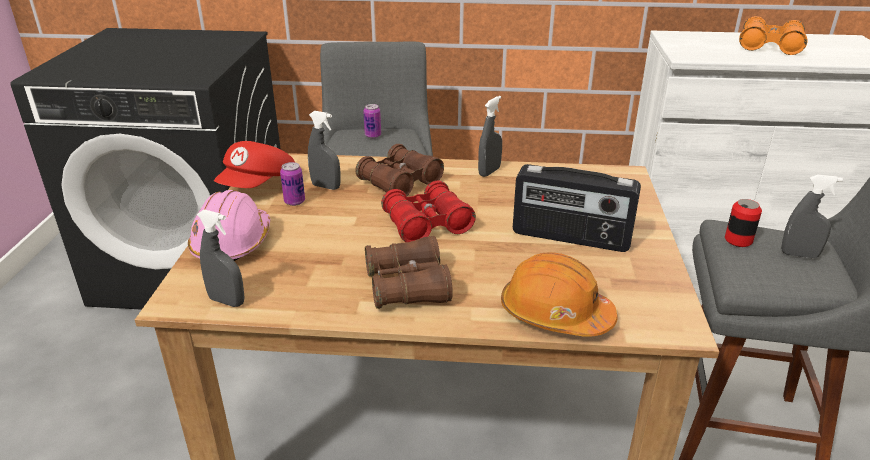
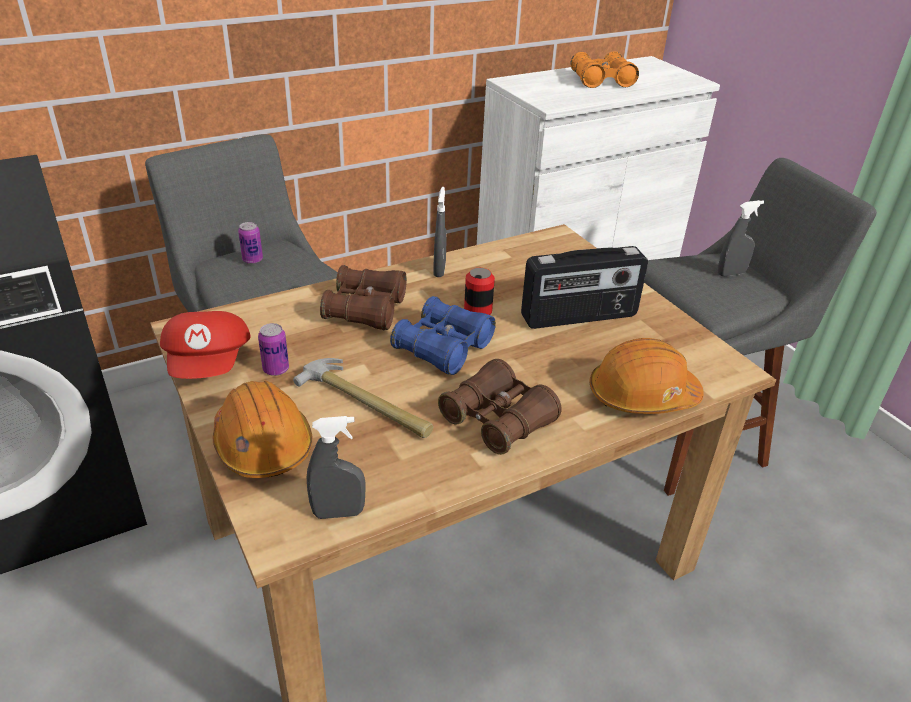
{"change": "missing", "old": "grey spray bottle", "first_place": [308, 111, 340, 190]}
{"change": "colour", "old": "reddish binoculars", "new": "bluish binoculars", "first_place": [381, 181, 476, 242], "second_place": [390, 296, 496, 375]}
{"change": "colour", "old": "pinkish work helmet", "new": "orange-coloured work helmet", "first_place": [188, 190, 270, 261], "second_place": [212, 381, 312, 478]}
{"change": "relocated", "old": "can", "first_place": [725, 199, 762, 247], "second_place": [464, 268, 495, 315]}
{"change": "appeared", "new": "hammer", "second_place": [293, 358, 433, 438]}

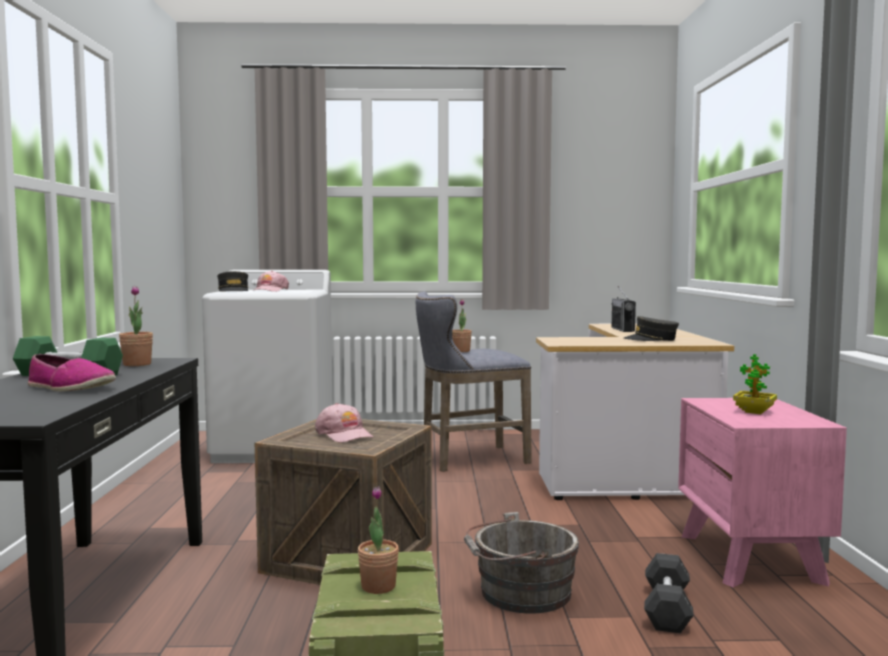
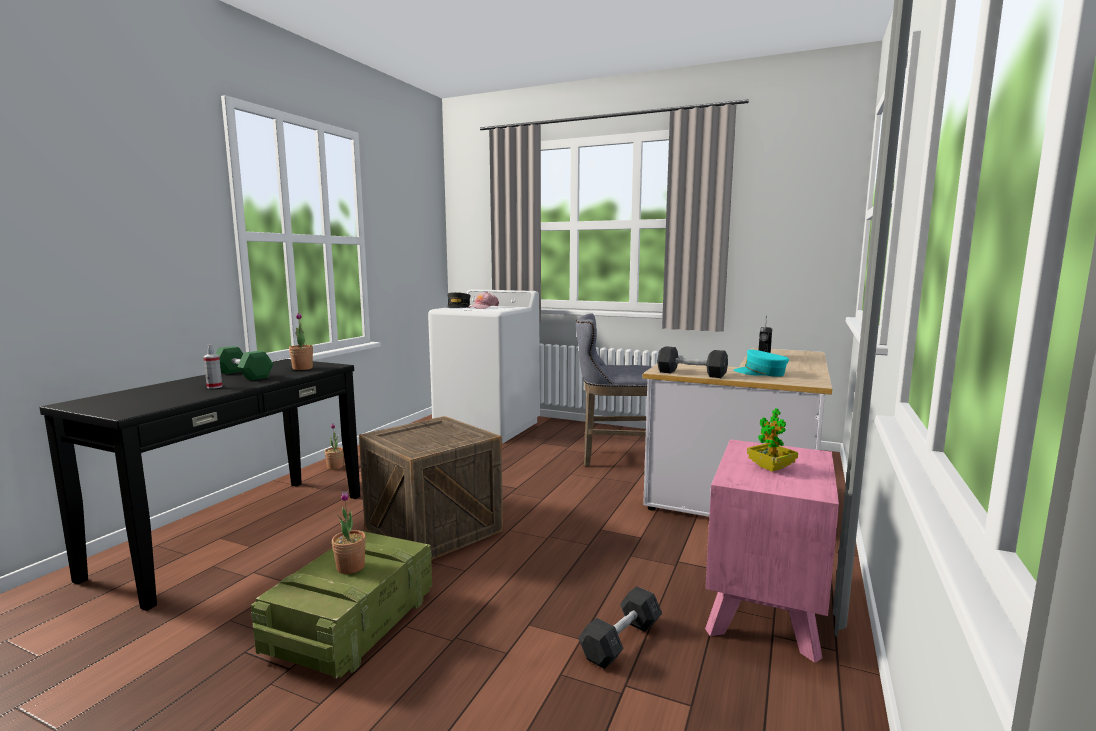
{"change": "relocated", "old": "potted plant", "first_place": [452, 299, 472, 352], "second_place": [324, 423, 344, 470]}
{"change": "colour", "old": "grey baseball cap", "new": "turquoise-coloured baseball cap", "first_place": [624, 316, 679, 341], "second_place": [734, 349, 789, 377]}
{"change": "exchanged", "old": "item of footwear", "new": "spray bottle", "first_place": [28, 354, 116, 391], "second_place": [203, 344, 222, 389]}
{"change": "missing", "old": "pinkish baseball cap", "first_place": [315, 403, 373, 443]}
{"change": "missing", "old": "grey pail", "first_place": [464, 512, 579, 614]}
{"change": "appeared", "new": "grey hand weight", "second_place": [657, 346, 728, 378]}

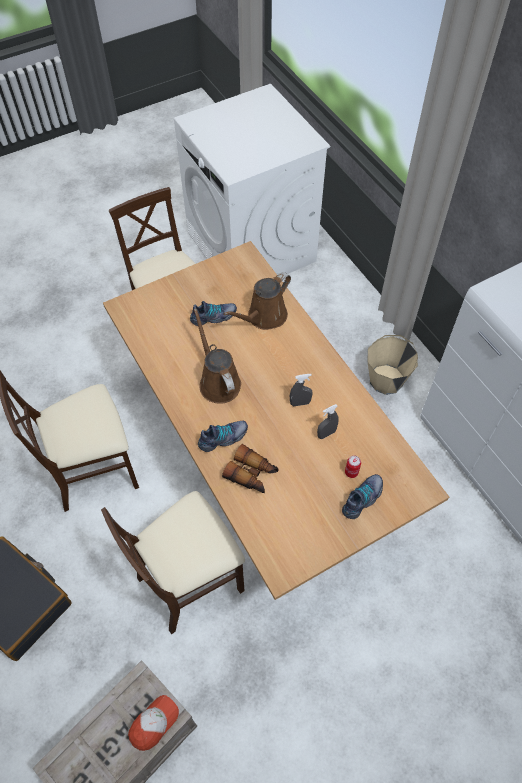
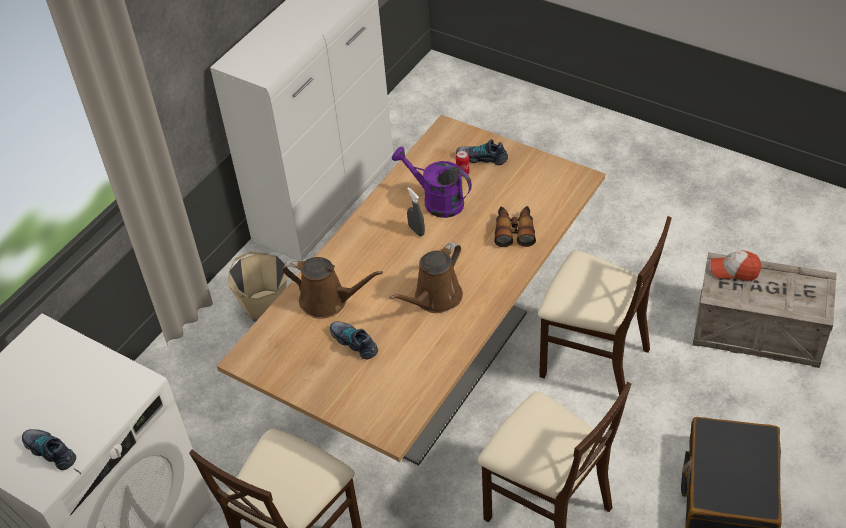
{"change": "exchanged", "old": "grey spray bottle", "new": "purple-coloured sprinkling can", "first_place": [317, 404, 339, 439], "second_place": [392, 146, 472, 218]}
{"change": "relocated", "old": "item of footwear", "first_place": [198, 421, 248, 452], "second_place": [22, 429, 76, 470]}

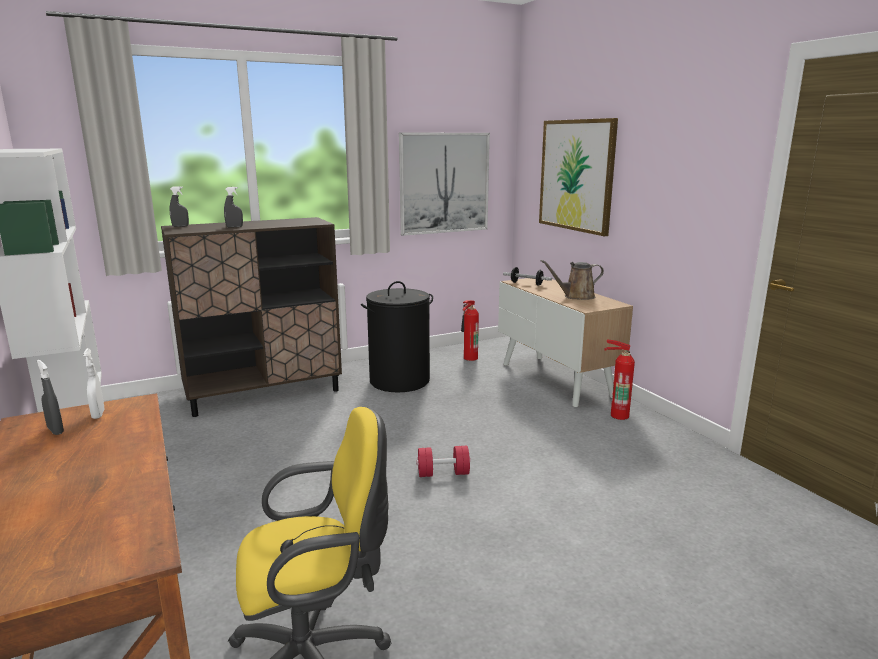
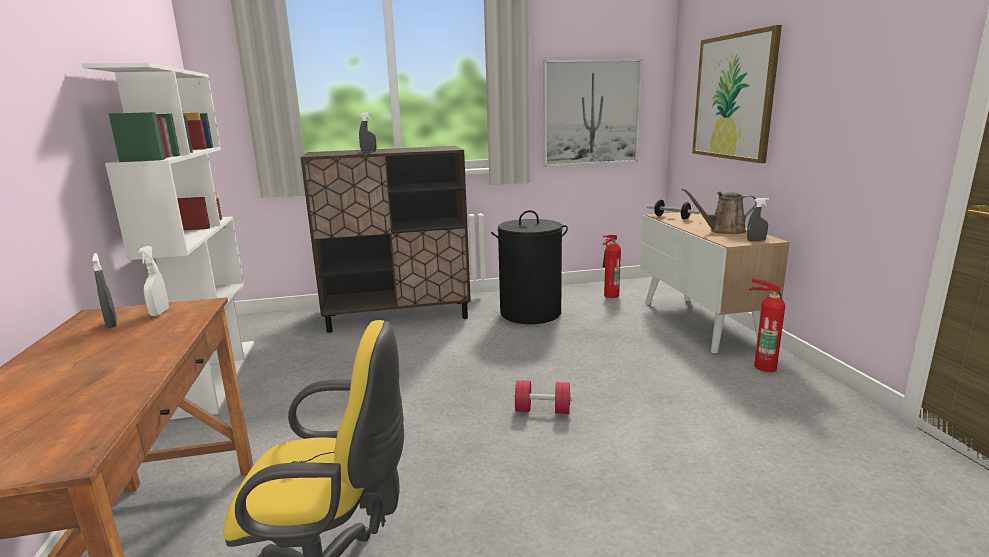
{"change": "relocated", "old": "grey spray bottle", "first_place": [169, 186, 189, 227], "second_place": [747, 198, 769, 241]}

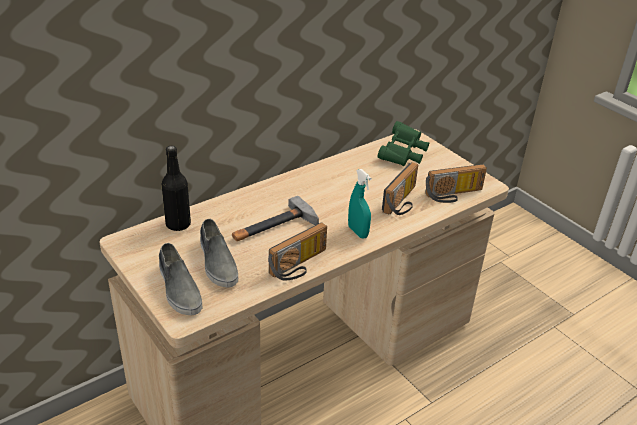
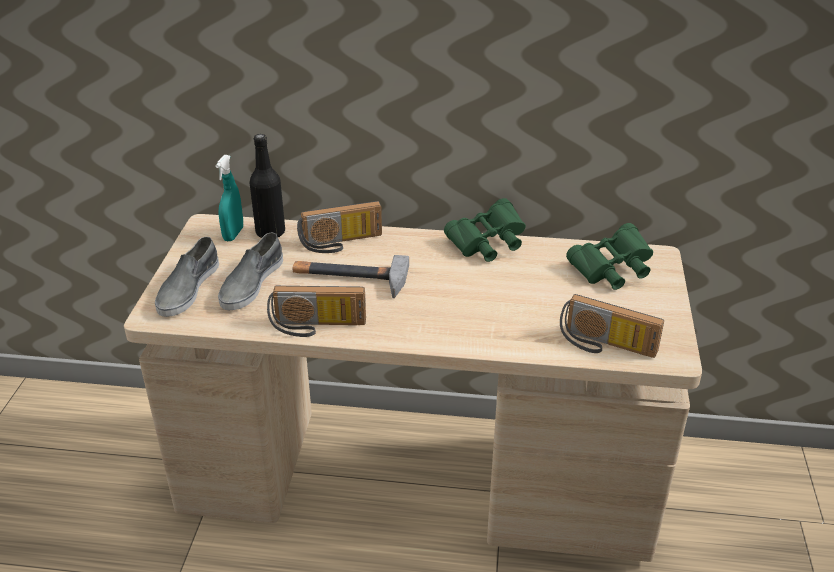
{"change": "relocated", "old": "radio set", "first_place": [382, 162, 418, 215], "second_place": [297, 201, 382, 253]}
{"change": "relocated", "old": "turquoise-coloured spray bottle", "first_place": [348, 169, 372, 239], "second_place": [215, 155, 243, 241]}
{"change": "appeared", "new": "green binoculars", "second_place": [444, 198, 526, 262]}

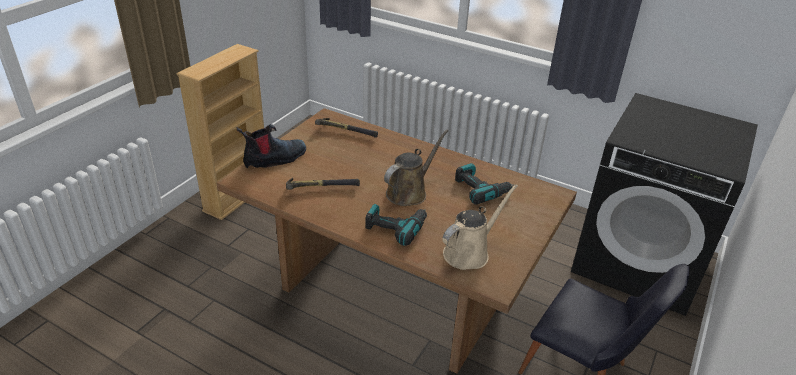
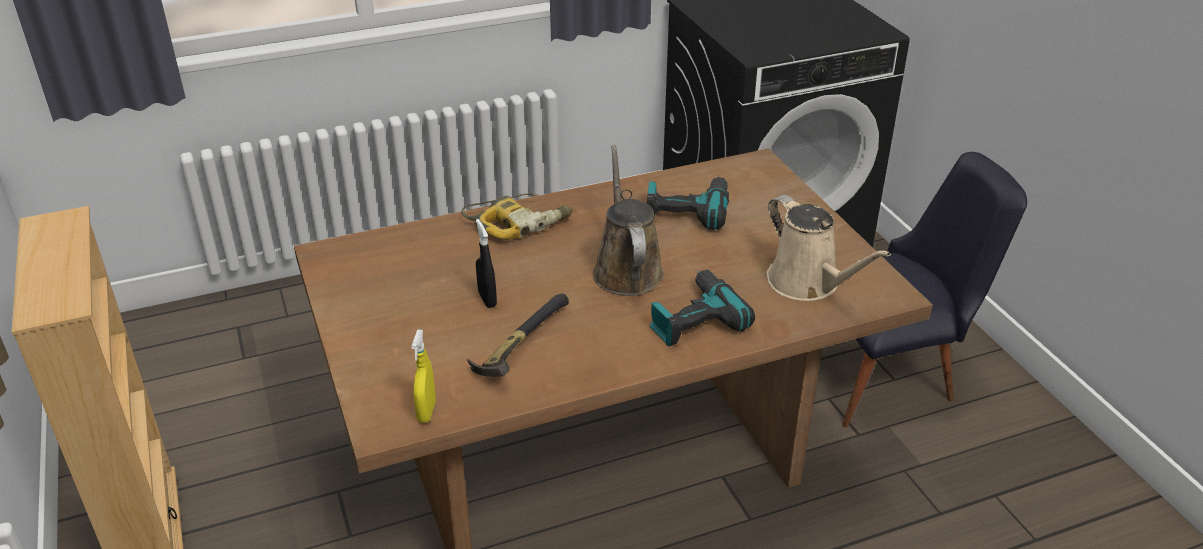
{"change": "missing", "old": "hammer", "first_place": [315, 118, 378, 138]}
{"change": "missing", "old": "high-top boot", "first_place": [237, 124, 306, 168]}
{"change": "spun", "old": "beige-coloured sprinkling can", "first_place": [442, 184, 518, 270], "second_place": [767, 195, 891, 301], "degrees": 150}
{"change": "appeared", "new": "drill", "second_place": [461, 193, 573, 240]}
{"change": "appeared", "new": "black-coloured spray bottle", "second_place": [476, 219, 497, 308]}
{"change": "appeared", "new": "yellow spray bottle", "second_place": [411, 330, 436, 423]}

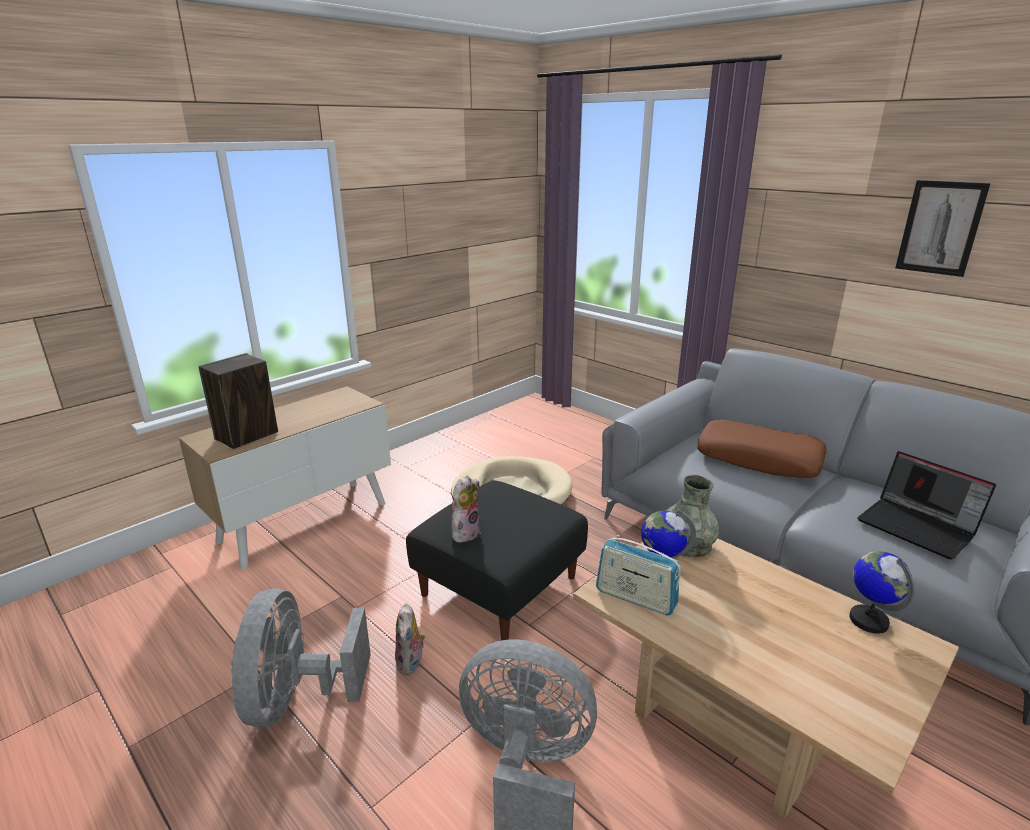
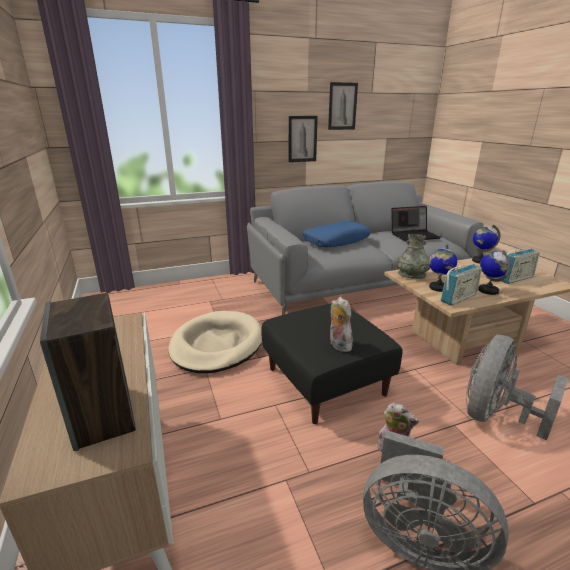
{"change": "colour", "old": "brown throw pillow", "new": "bluish throw pillow", "first_place": [697, 419, 826, 478], "second_place": [303, 221, 370, 248]}
{"change": "appeared", "new": "wall art", "second_place": [289, 116, 318, 162]}
{"change": "appeared", "new": "radio set", "second_place": [499, 248, 540, 284]}
{"change": "appeared", "new": "world globe", "second_place": [478, 250, 511, 295]}

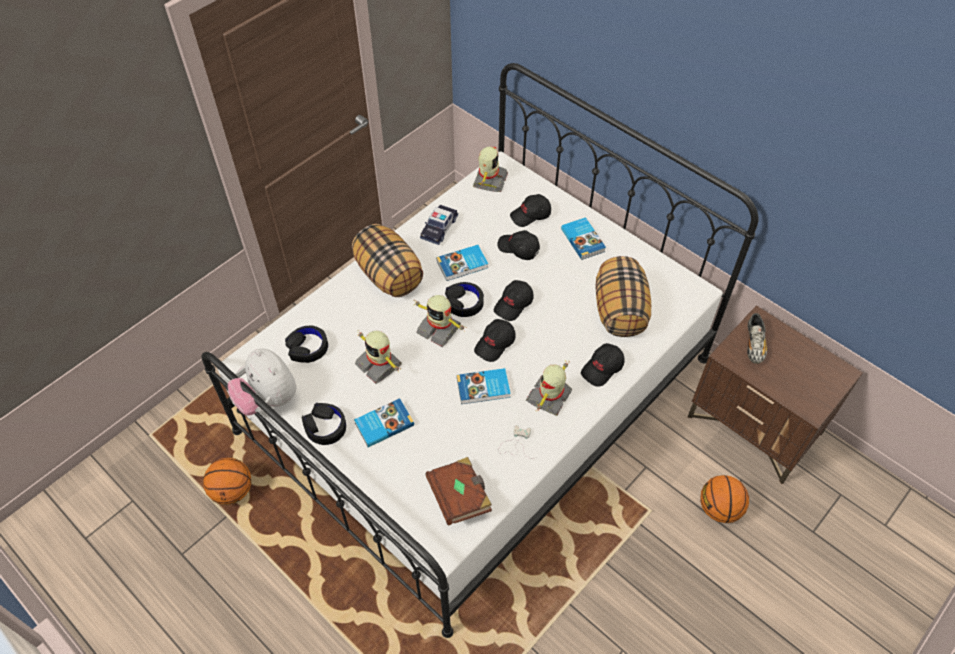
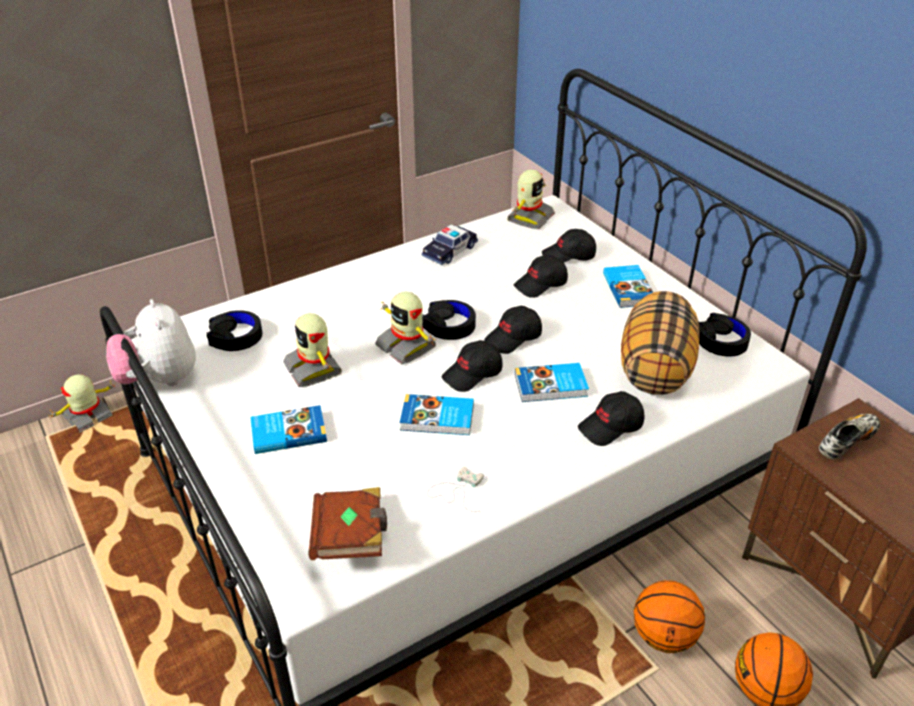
{"change": "missing", "old": "throw pillow", "first_place": [352, 224, 423, 297]}
{"change": "spun", "old": "black-coloured baseball cap", "first_place": [498, 230, 540, 260], "second_place": [514, 255, 568, 298], "degrees": -75}
{"change": "relocated", "old": "volume", "first_place": [437, 245, 488, 281], "second_place": [515, 363, 589, 402]}
{"change": "spun", "old": "item of footwear", "first_place": [747, 313, 767, 364], "second_place": [819, 414, 880, 460], "degrees": -150}
{"change": "relocated", "old": "model robot", "first_place": [526, 361, 572, 416], "second_place": [47, 374, 115, 433]}
{"change": "relocated", "old": "black-coloured pair of headphones", "first_place": [301, 403, 346, 445], "second_place": [698, 313, 751, 356]}
{"change": "relocated", "old": "basketball", "first_place": [203, 458, 251, 505], "second_place": [634, 580, 705, 653]}

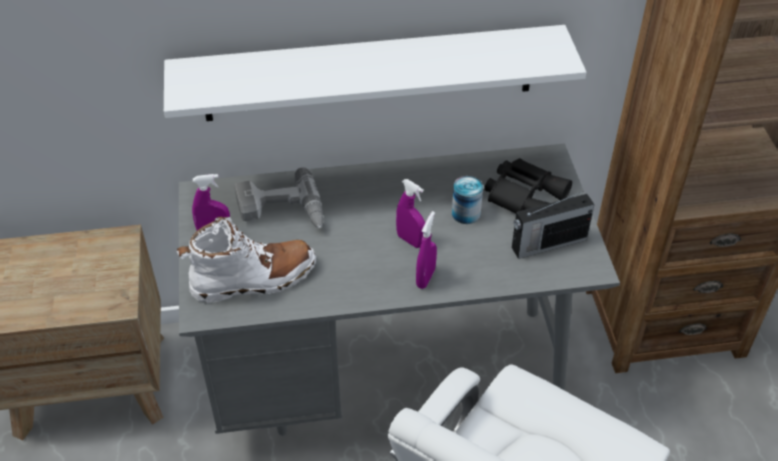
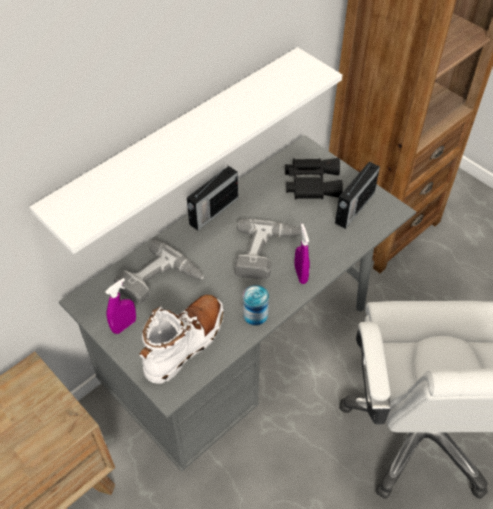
{"change": "relocated", "old": "can", "first_place": [452, 176, 483, 224], "second_place": [243, 285, 269, 326]}
{"change": "exchanged", "old": "purple-coloured spray bottle", "new": "drill", "first_place": [396, 179, 425, 248], "second_place": [234, 219, 302, 279]}
{"change": "appeared", "new": "radio set", "second_place": [187, 165, 238, 231]}

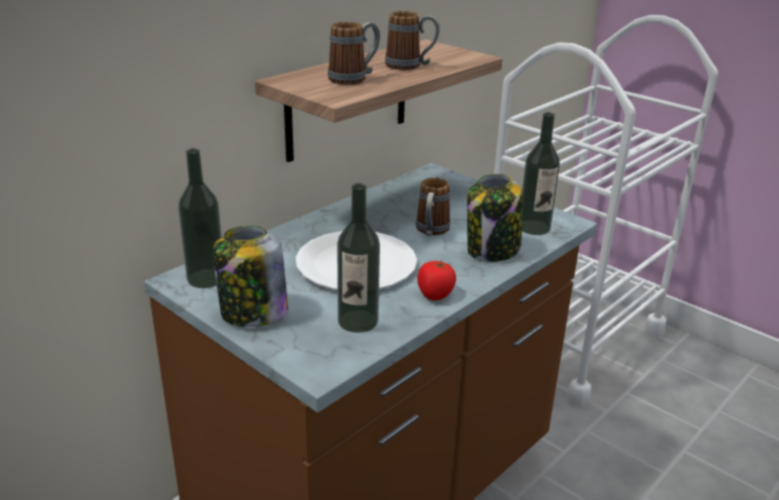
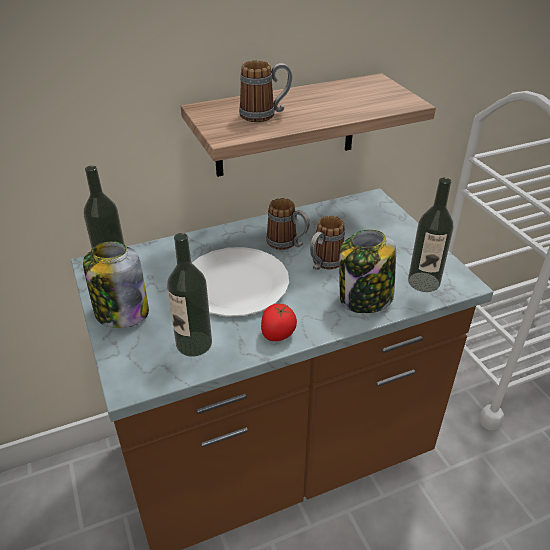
{"change": "relocated", "old": "tea mug", "first_place": [385, 11, 440, 70], "second_place": [266, 198, 310, 250]}

